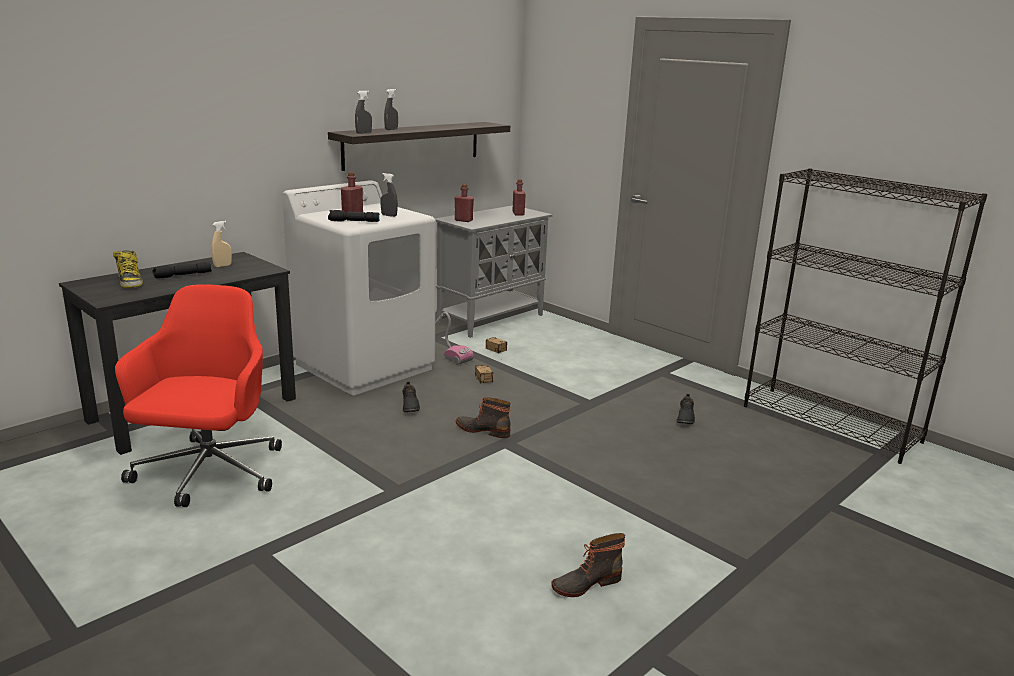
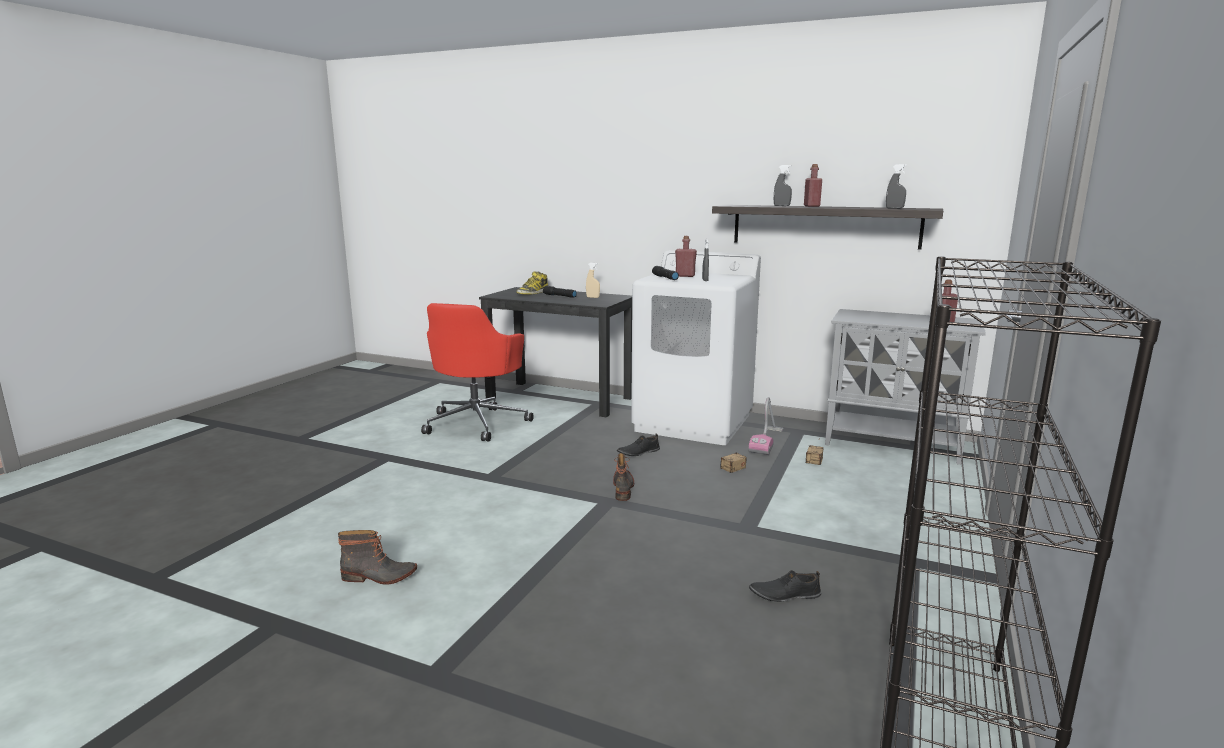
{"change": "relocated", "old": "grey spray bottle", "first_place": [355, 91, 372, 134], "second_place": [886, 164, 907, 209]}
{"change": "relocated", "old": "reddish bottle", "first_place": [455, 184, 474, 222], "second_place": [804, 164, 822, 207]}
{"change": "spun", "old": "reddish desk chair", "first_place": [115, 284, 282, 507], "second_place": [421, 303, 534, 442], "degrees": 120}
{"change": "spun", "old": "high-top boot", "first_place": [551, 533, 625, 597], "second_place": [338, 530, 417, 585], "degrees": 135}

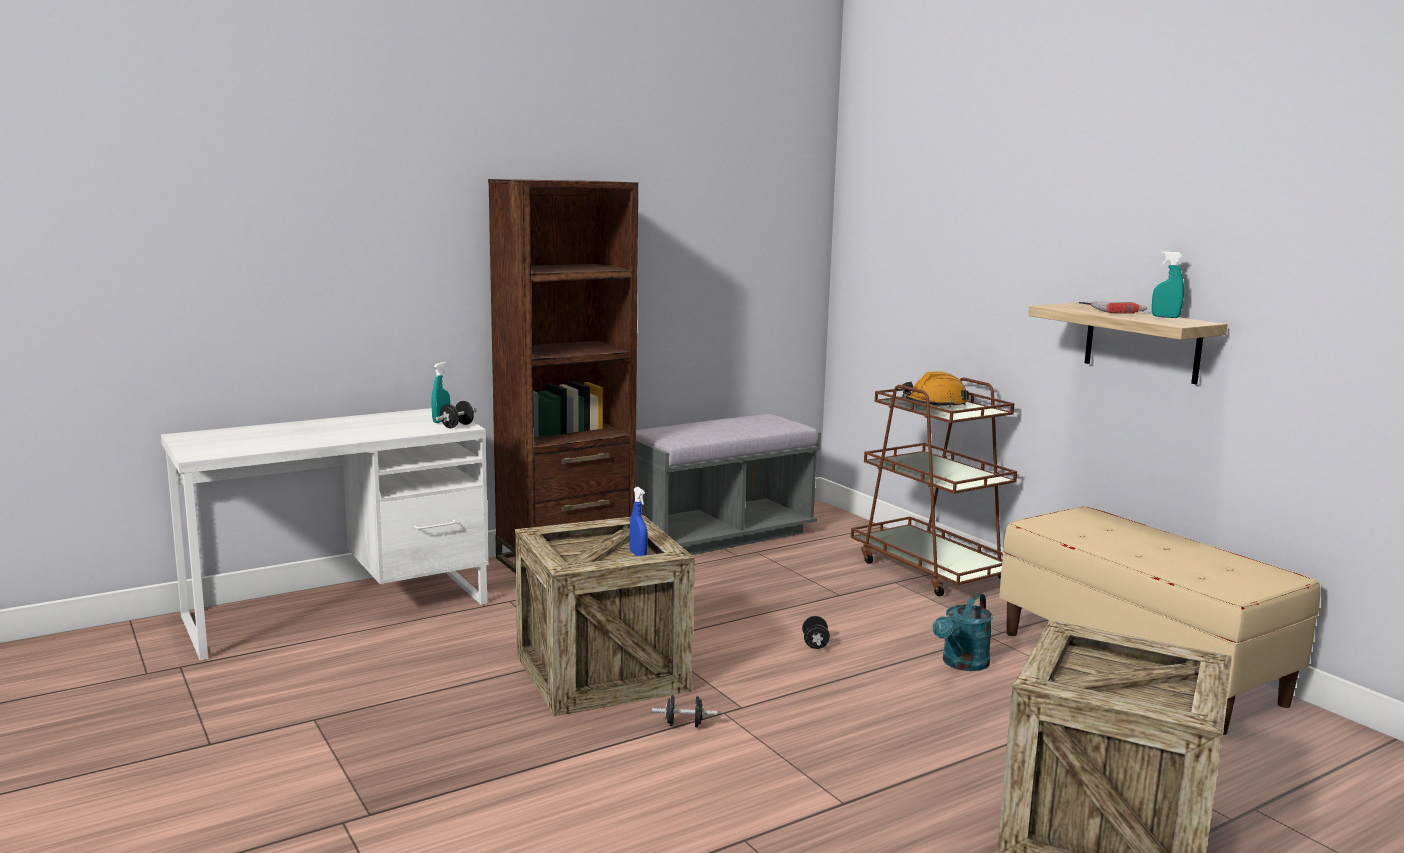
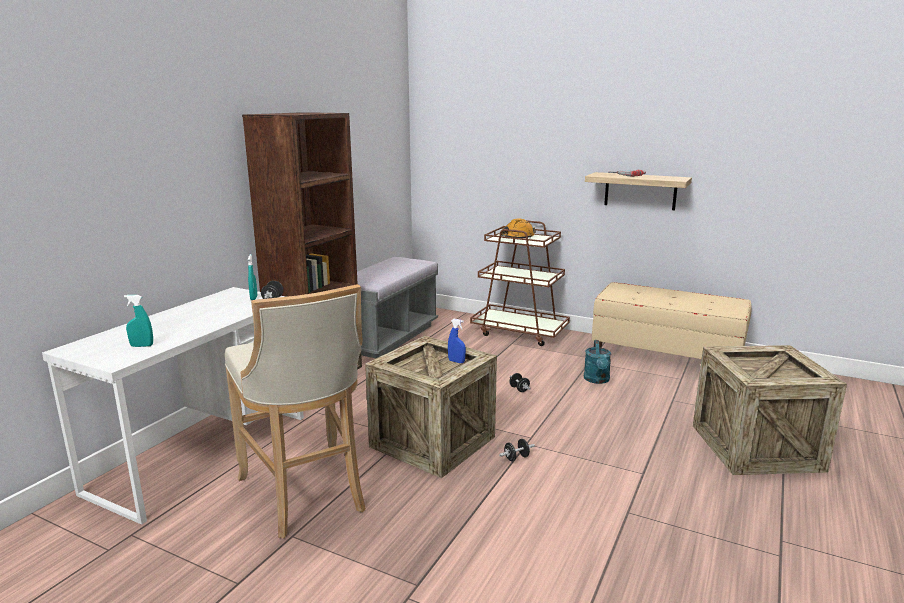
{"change": "relocated", "old": "turquoise-coloured spray bottle", "first_place": [1152, 251, 1184, 318], "second_place": [124, 295, 153, 347]}
{"change": "appeared", "new": "beige-coloured stool", "second_place": [225, 284, 366, 538]}

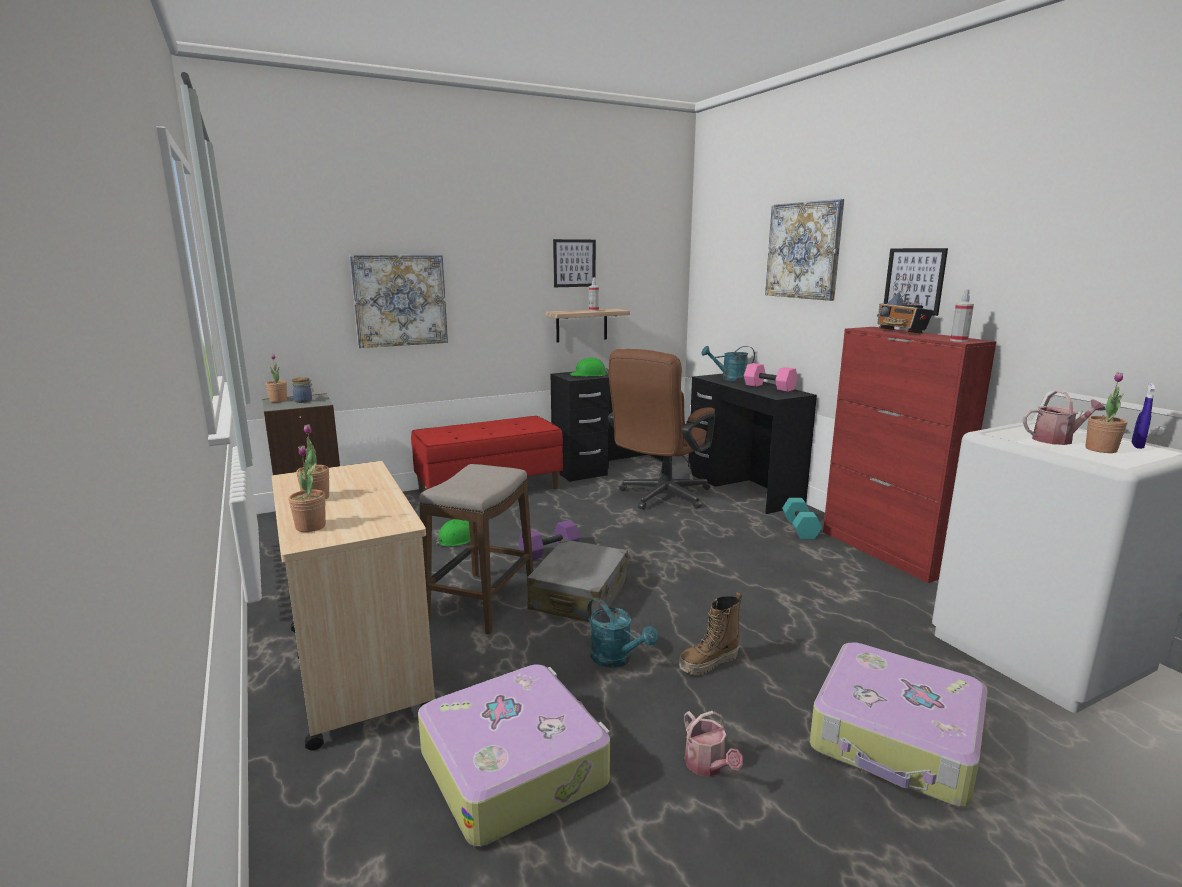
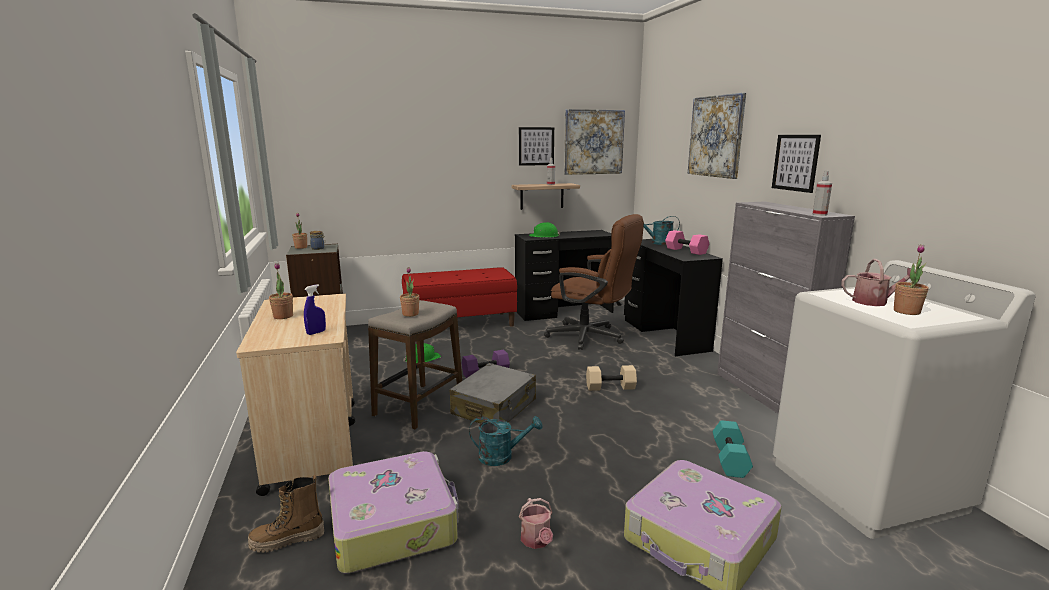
{"change": "relocated", "old": "wall art", "first_place": [349, 255, 448, 348], "second_place": [564, 109, 625, 175]}
{"change": "missing", "old": "radio set", "first_place": [877, 275, 934, 334]}
{"change": "colour", "old": "reddish cupboard", "new": "grey cupboard", "first_place": [823, 327, 997, 583], "second_place": [717, 201, 855, 414]}
{"change": "spun", "old": "brown desk chair", "first_place": [608, 349, 715, 510], "second_place": [544, 214, 644, 350], "degrees": -105}
{"change": "relocated", "old": "bluish spray bottle", "first_place": [1132, 383, 1155, 449], "second_place": [304, 284, 326, 335]}
{"change": "relocated", "old": "potted plant", "first_place": [289, 446, 326, 532], "second_place": [400, 267, 419, 317]}
{"change": "relocated", "old": "turquoise-coloured hand weight", "first_place": [782, 498, 822, 539], "second_place": [713, 420, 753, 478]}
{"change": "relocated", "old": "high-top boot", "first_place": [679, 593, 742, 675], "second_place": [248, 475, 324, 553]}
{"change": "spun", "old": "turquoise-coloured sprinkling can", "first_place": [587, 598, 658, 668], "second_place": [469, 416, 542, 466], "degrees": -60}
{"change": "appeared", "new": "beige-coloured hand weight", "second_place": [586, 365, 637, 391]}

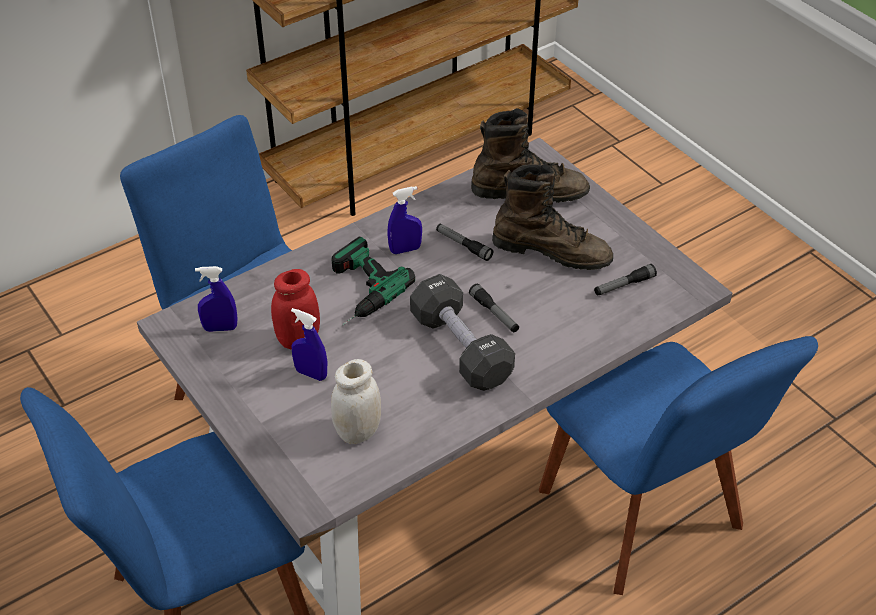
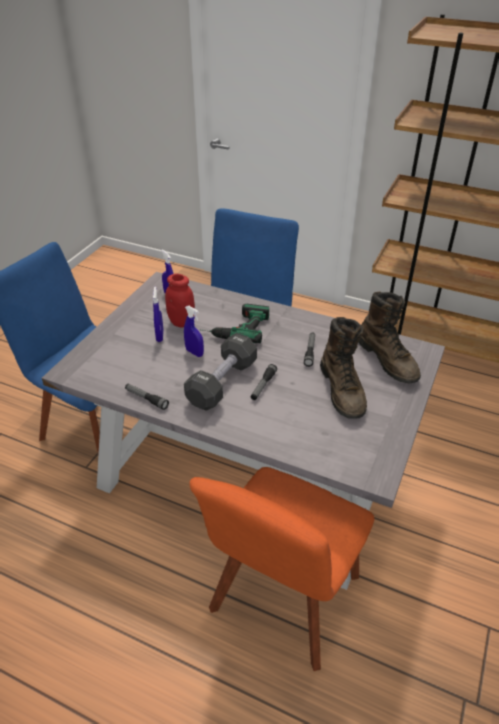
{"change": "relocated", "old": "bluish spray bottle", "first_place": [387, 186, 422, 254], "second_place": [184, 306, 204, 357]}
{"change": "relocated", "old": "torch", "first_place": [594, 264, 657, 296], "second_place": [125, 384, 169, 410]}
{"change": "colour", "old": "bluish plain chair", "new": "orange-coloured plain chair", "first_place": [539, 336, 818, 595], "second_place": [189, 467, 374, 671]}
{"change": "missing", "old": "white storage jar", "first_place": [331, 359, 381, 444]}

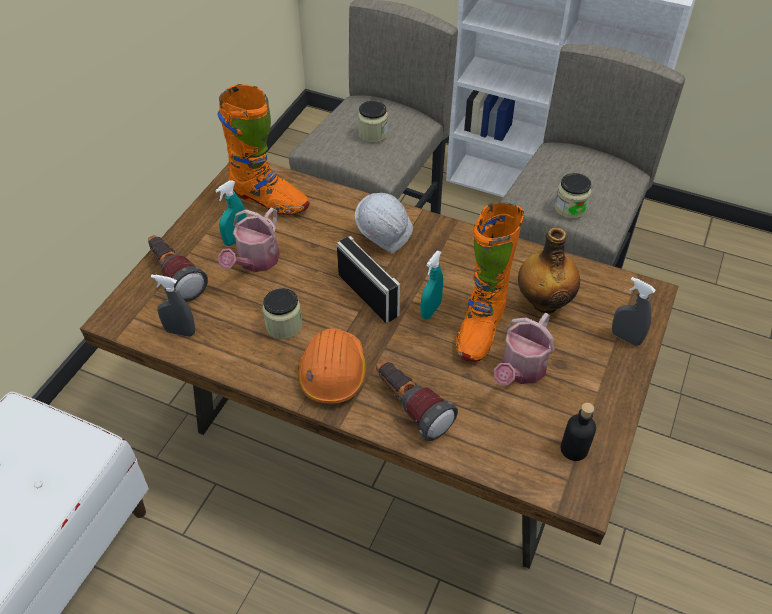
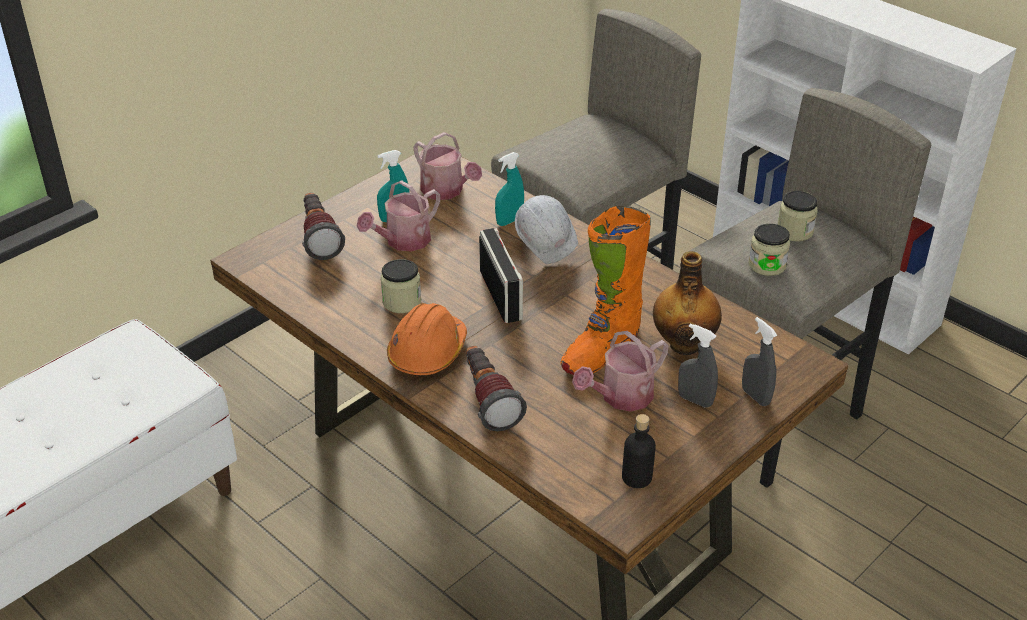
{"change": "exchanged", "old": "orange-coloured high-top boot", "new": "sprinkling can", "first_place": [218, 84, 310, 215], "second_place": [413, 132, 482, 200]}
{"change": "relocated", "old": "storage jar", "first_place": [358, 101, 388, 143], "second_place": [778, 191, 818, 242]}
{"change": "relocated", "old": "turquoise-coloured spray bottle", "first_place": [421, 251, 443, 319], "second_place": [495, 152, 524, 226]}
{"change": "relocated", "old": "grey spray bottle", "first_place": [151, 275, 195, 337], "second_place": [678, 323, 718, 408]}

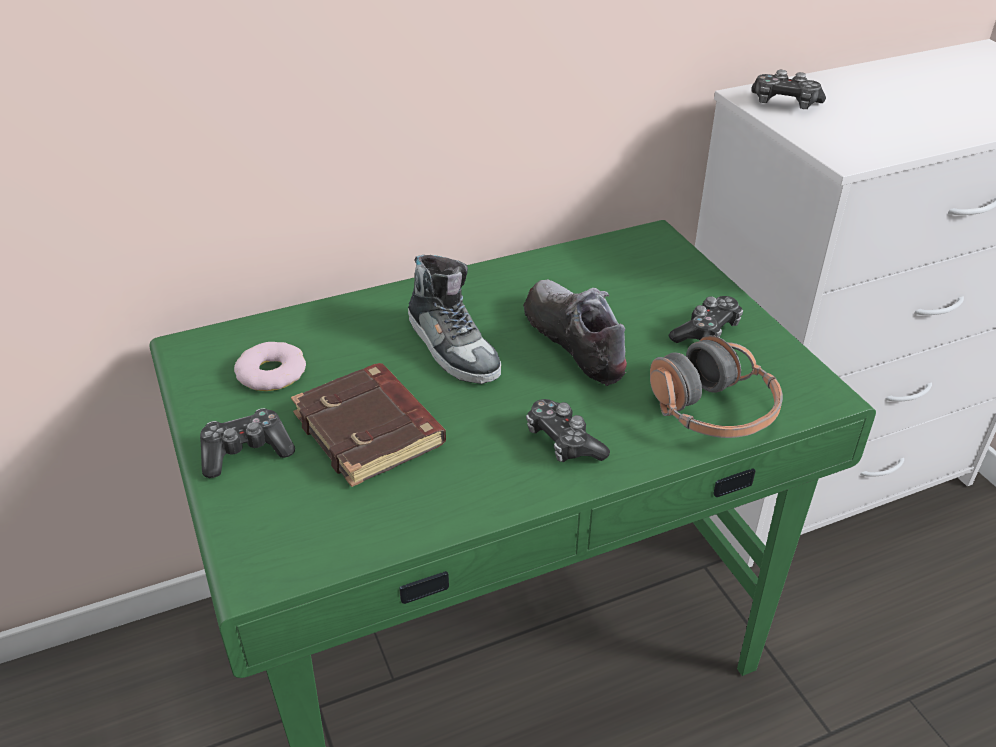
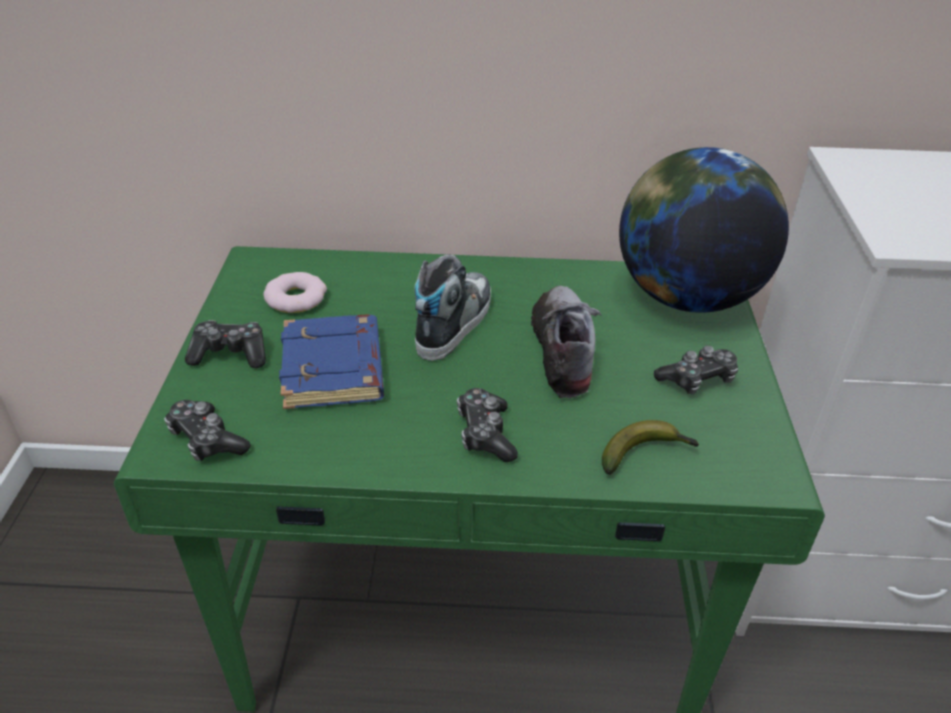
{"change": "relocated", "old": "joypad", "first_place": [751, 70, 826, 109], "second_place": [164, 400, 251, 461]}
{"change": "spun", "old": "item of footwear", "first_place": [408, 255, 501, 384], "second_place": [415, 255, 491, 361], "degrees": -150}
{"change": "exchanged", "old": "pair of headphones", "new": "banana", "first_place": [650, 335, 783, 438], "second_place": [602, 420, 699, 475]}
{"change": "colour", "old": "brown volume", "new": "bluish volume", "first_place": [291, 363, 446, 487], "second_place": [279, 314, 384, 409]}
{"change": "appeared", "new": "world globe", "second_place": [619, 147, 789, 313]}

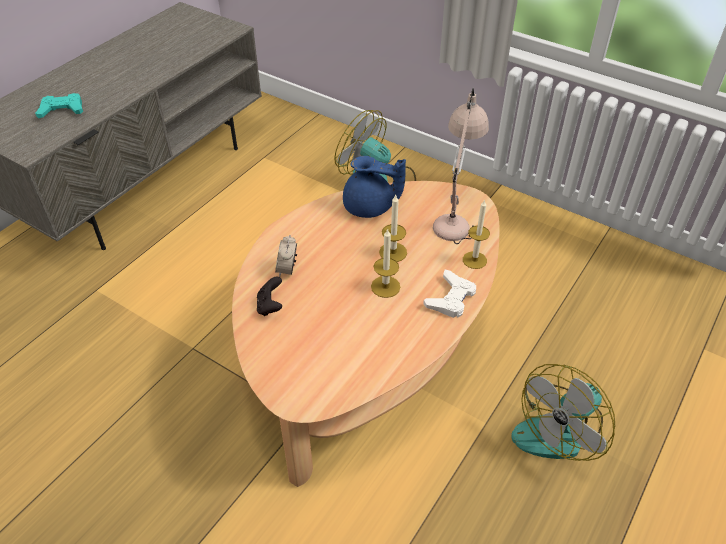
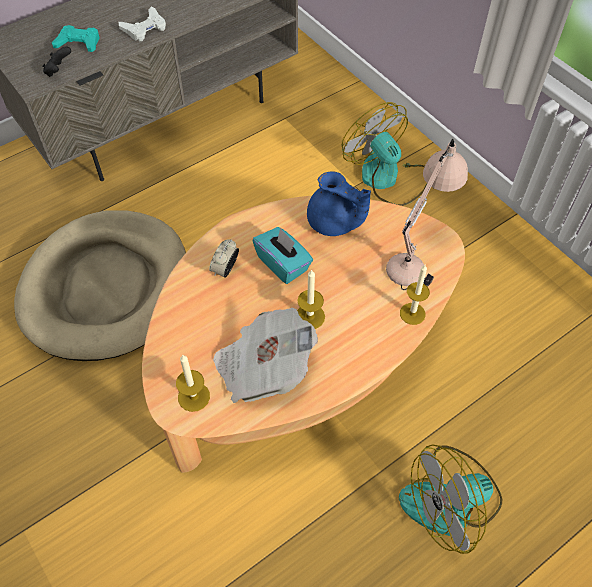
{"change": "relocated", "old": "candle", "first_place": [379, 194, 407, 262], "second_place": [176, 354, 210, 412]}
{"change": "relocated", "old": "white joypad", "first_place": [423, 270, 476, 318], "second_place": [119, 7, 166, 42]}
{"change": "relocated", "old": "black-coloured joypad", "first_place": [257, 277, 282, 316], "second_place": [42, 46, 71, 77]}
{"change": "appeared", "new": "beige-coloured dog bed", "second_place": [14, 210, 186, 361]}
{"change": "appeared", "new": "turquoise-coloured tissue box", "second_place": [252, 227, 313, 284]}
{"change": "appeared", "new": "printed paper", "second_place": [213, 308, 318, 403]}

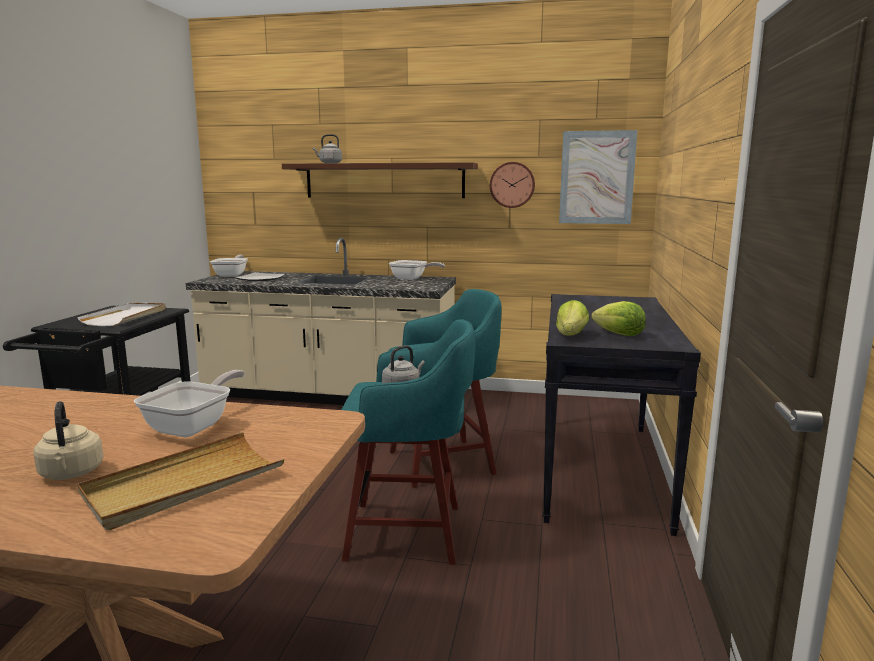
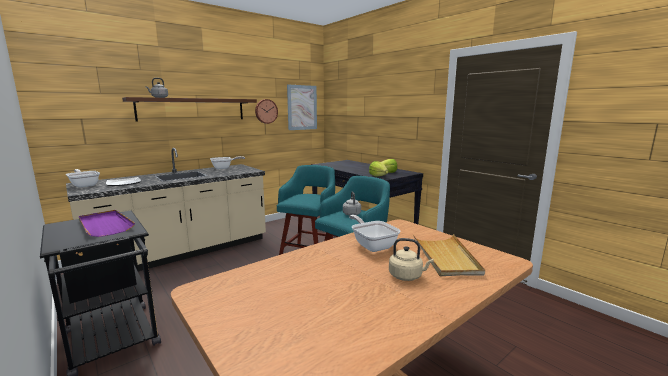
{"change": "colour", "old": "white serving tray", "new": "purple-coloured serving tray", "first_place": [77, 303, 166, 326], "second_place": [79, 210, 135, 237]}

